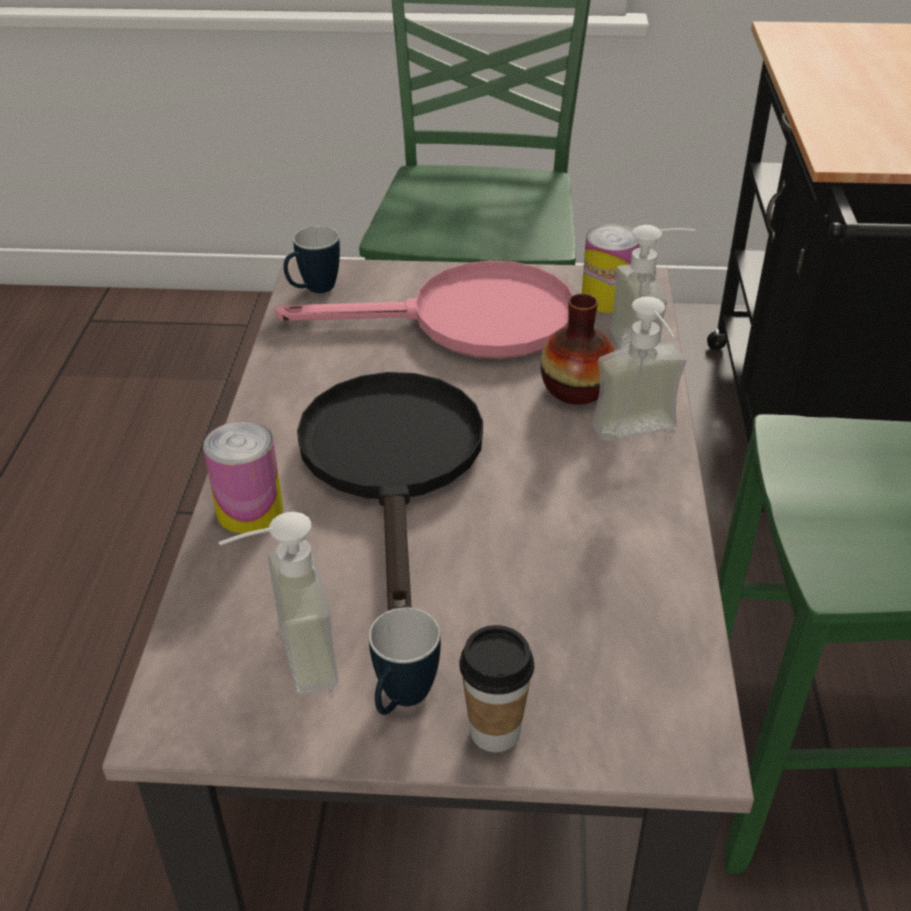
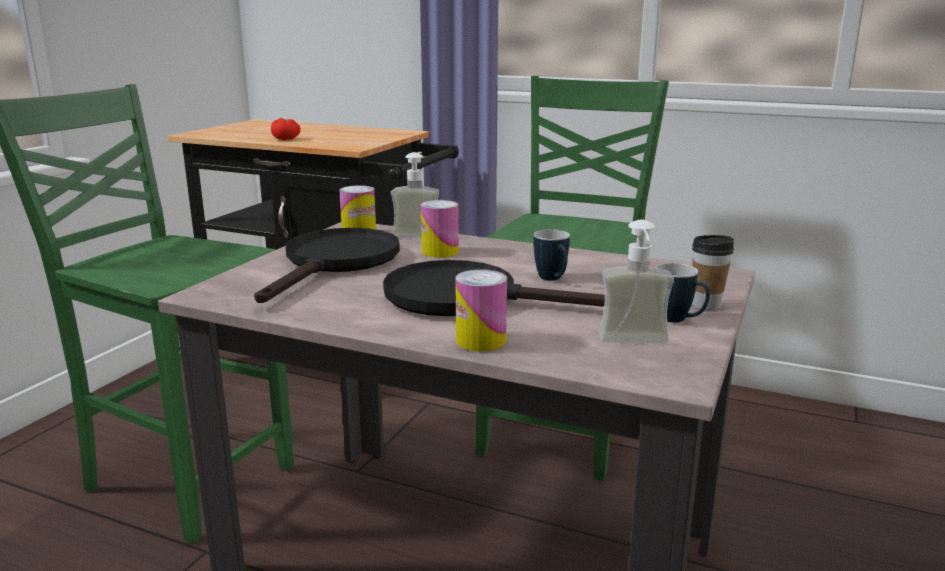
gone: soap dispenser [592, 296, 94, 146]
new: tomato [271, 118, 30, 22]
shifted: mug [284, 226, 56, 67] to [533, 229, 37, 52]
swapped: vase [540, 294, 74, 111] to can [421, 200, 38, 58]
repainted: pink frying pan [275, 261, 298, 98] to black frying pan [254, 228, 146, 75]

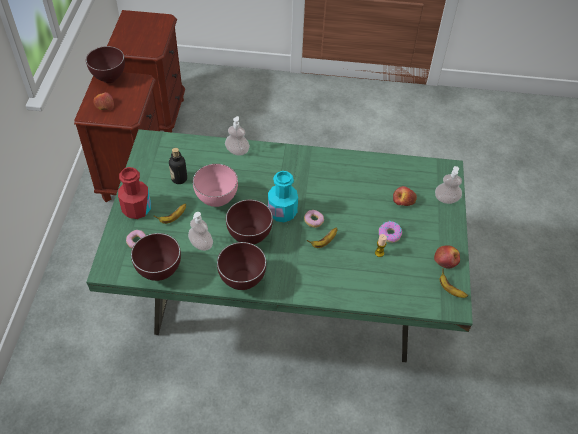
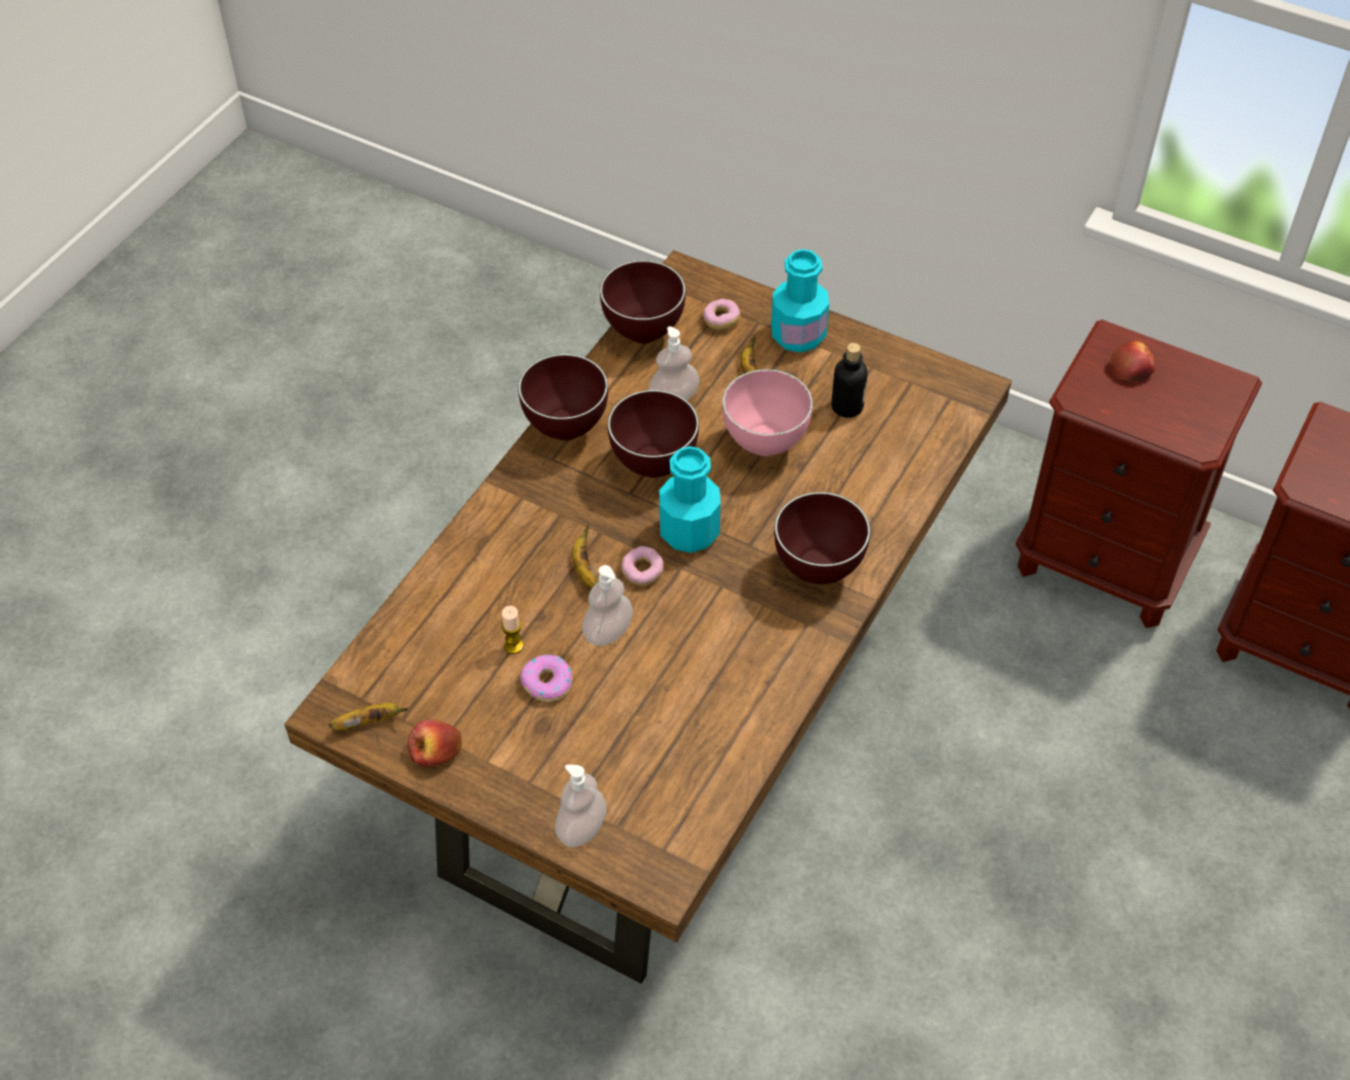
gone: apple [393, 186, 24, 20]
shifted: soap dispenser [225, 116, 25, 39] to [582, 565, 51, 81]; brown bowl [86, 46, 39, 37] to [774, 492, 96, 92]
repainted: green dining table [86, 129, 387, 233] to brown dining table [284, 250, 728, 734]; red bottle [118, 167, 33, 52] to turquoise bottle [771, 249, 58, 104]

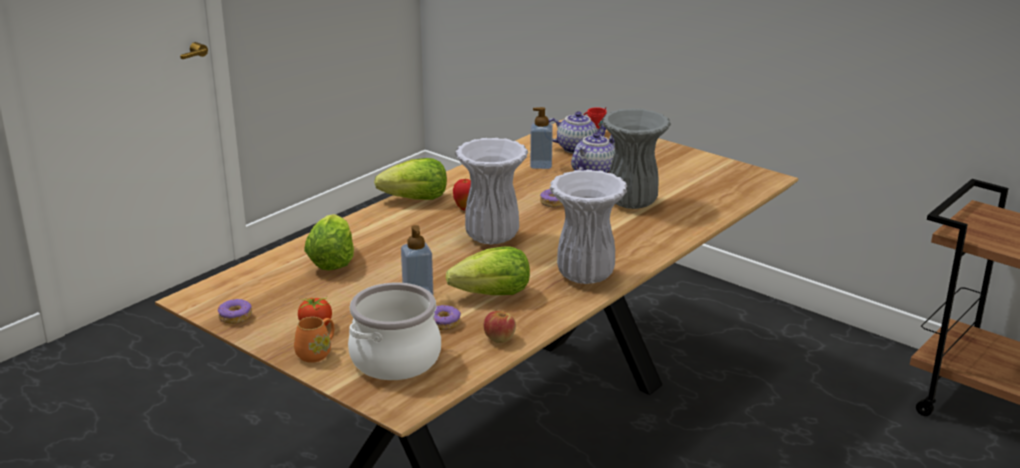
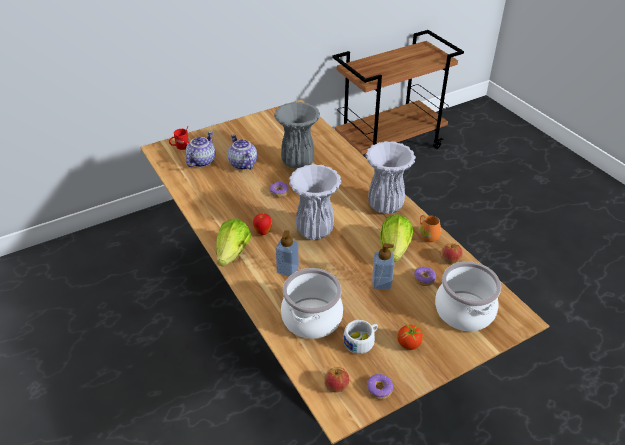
new: apple [324, 367, 25, 25]; white cup [343, 320, 35, 34]
shifted: soap dispenser [530, 107, 23, 62] to [276, 230, 23, 47]; orange mug [294, 317, 40, 46] to [419, 215, 22, 28]
swapped: lettuce [304, 214, 50, 57] to cooking pot [281, 268, 62, 71]

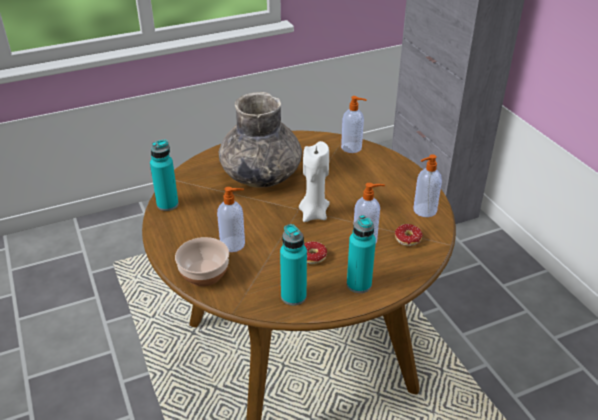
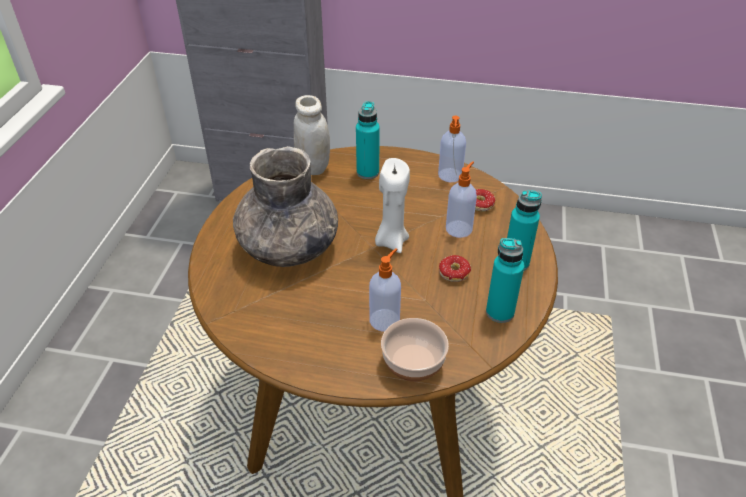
shifted: turquoise bottle [150, 140, 29, 71] to [356, 101, 24, 78]
swapped: soap dispenser [341, 96, 26, 57] to white jar [294, 95, 36, 80]

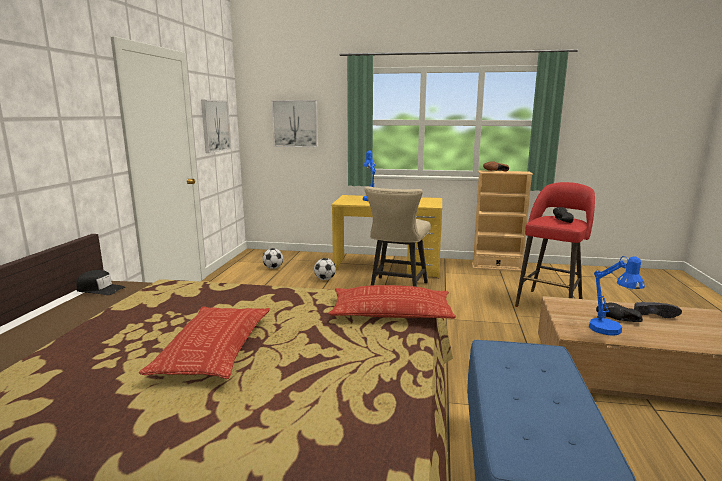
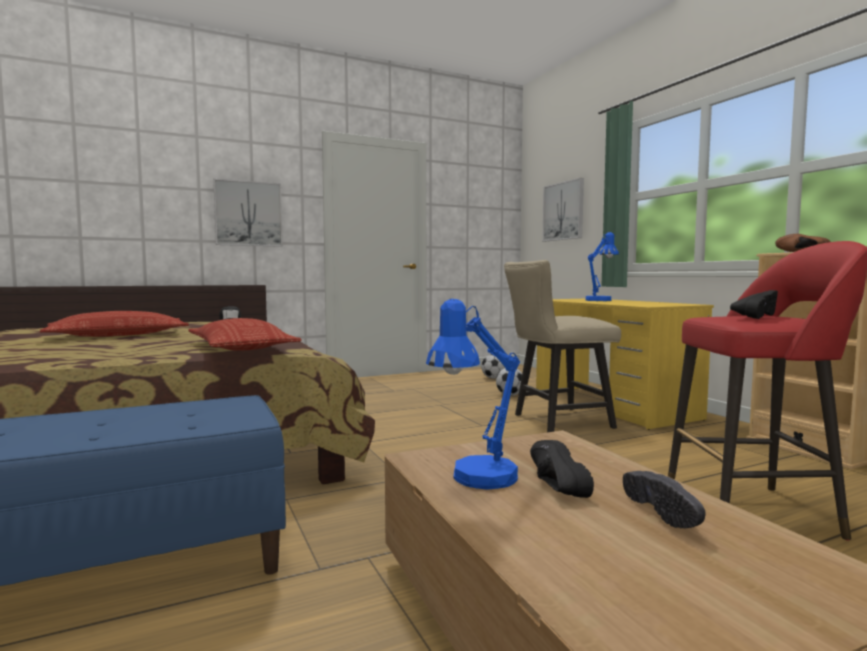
shifted: picture [201, 100, 30, 53] to [213, 179, 70, 68]

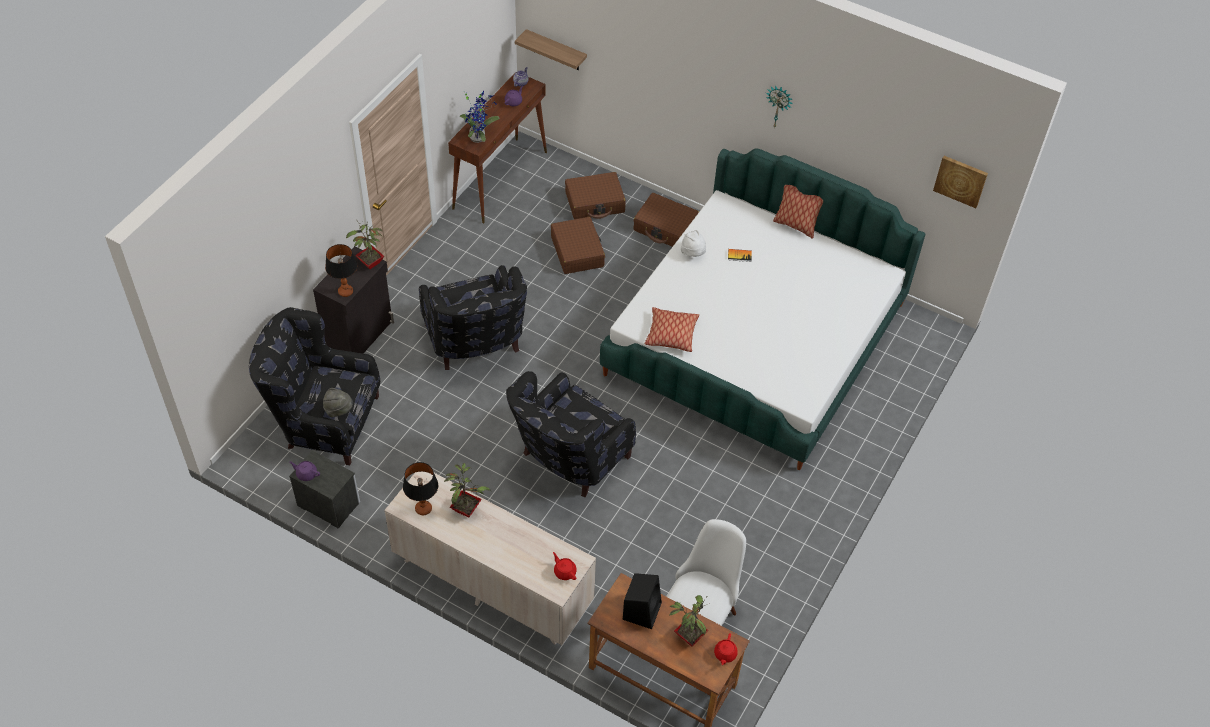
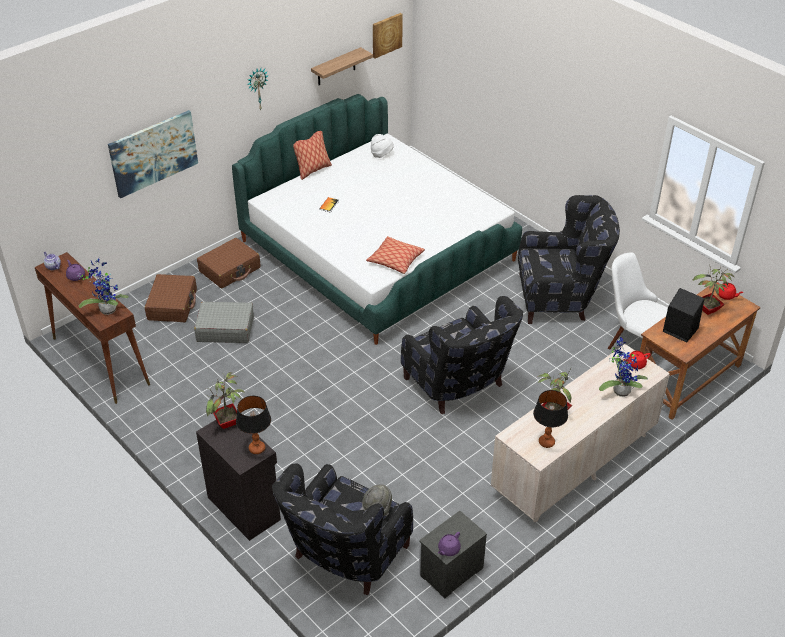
new: picture [108, 110, 90, 88]; potted plant [599, 337, 49, 60]
shifted: shelf [515, 29, 72, 41] to [311, 47, 62, 38]; white hat [681, 230, 25, 27] to [371, 134, 23, 24]; black armchair [419, 265, 108, 105] to [518, 195, 102, 129]
repainted: brown suitcase [551, 217, 54, 57] to grey suitcase [194, 302, 60, 41]

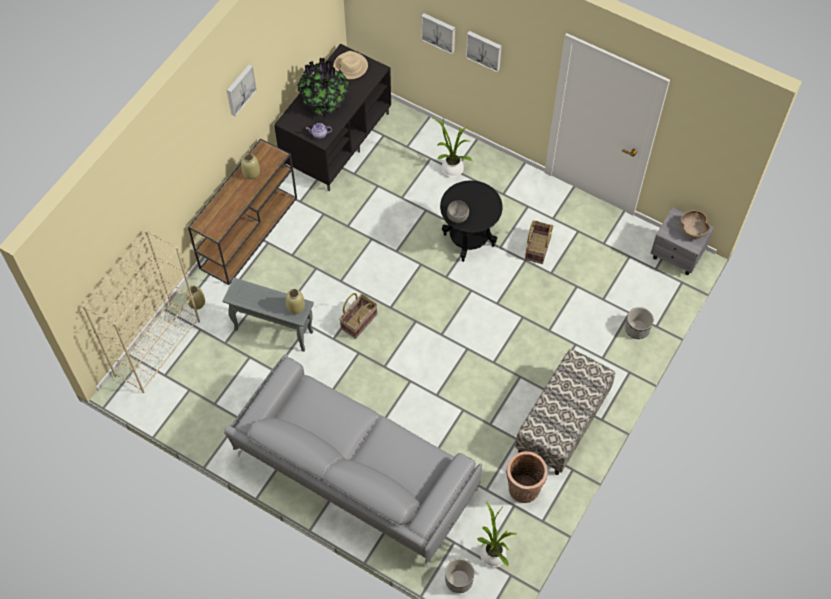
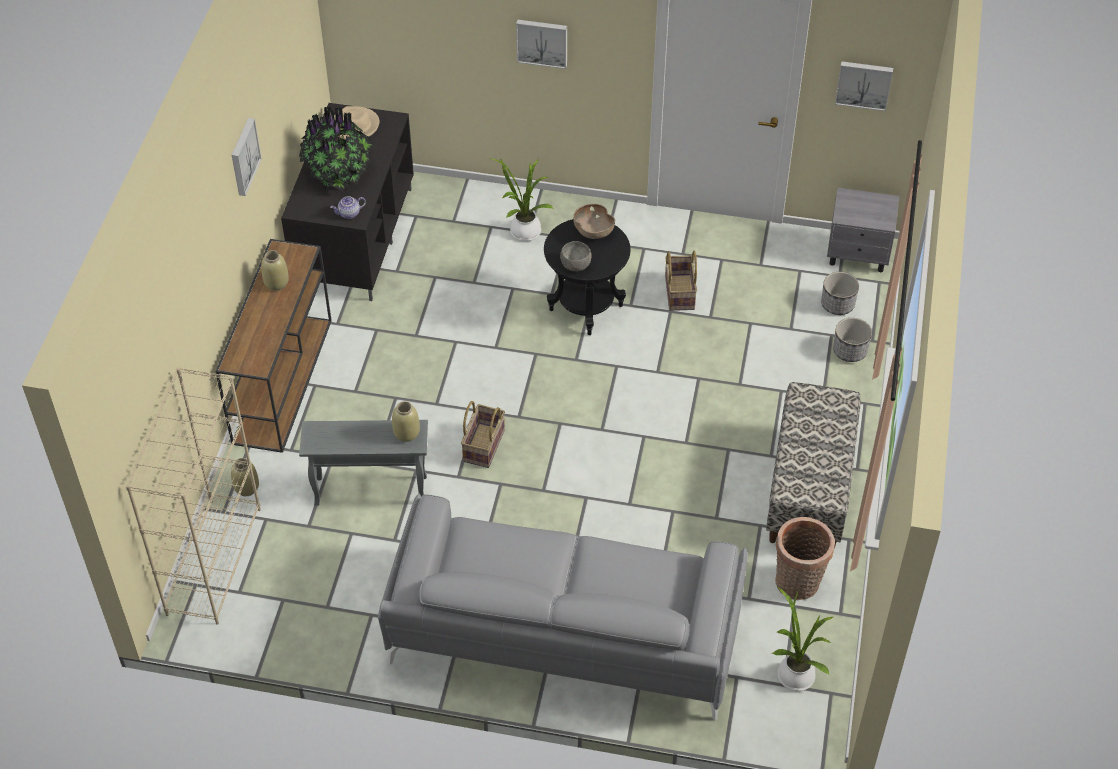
shifted: brown bowl [680, 210, 30, 29] to [573, 204, 42, 35]; planter [445, 559, 29, 34] to [821, 272, 38, 43]; picture [421, 13, 34, 41] to [835, 61, 58, 50]

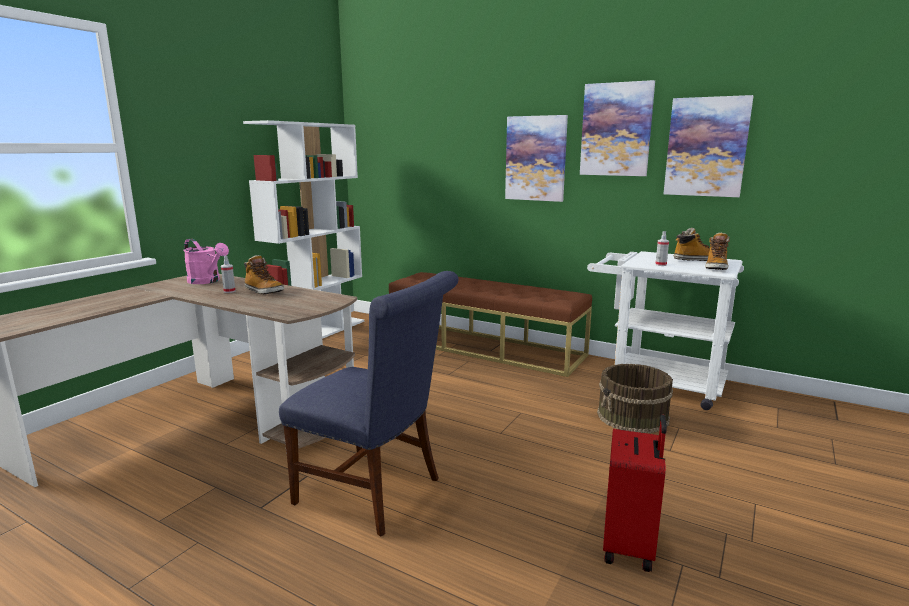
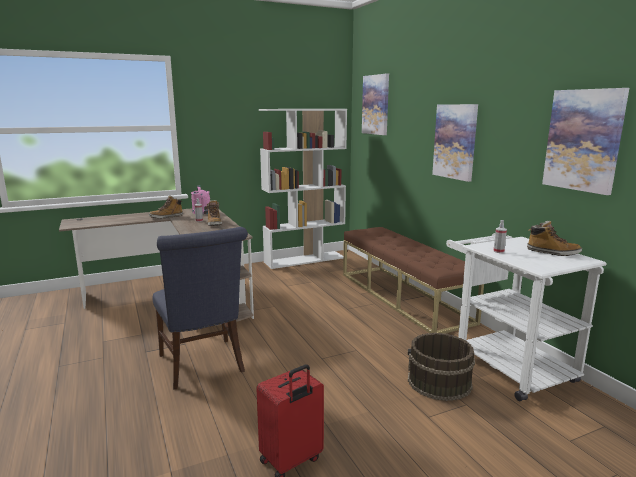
shifted: boot [705, 232, 25, 38] to [149, 195, 34, 24]; picture [580, 80, 75, 96] to [362, 74, 27, 61]

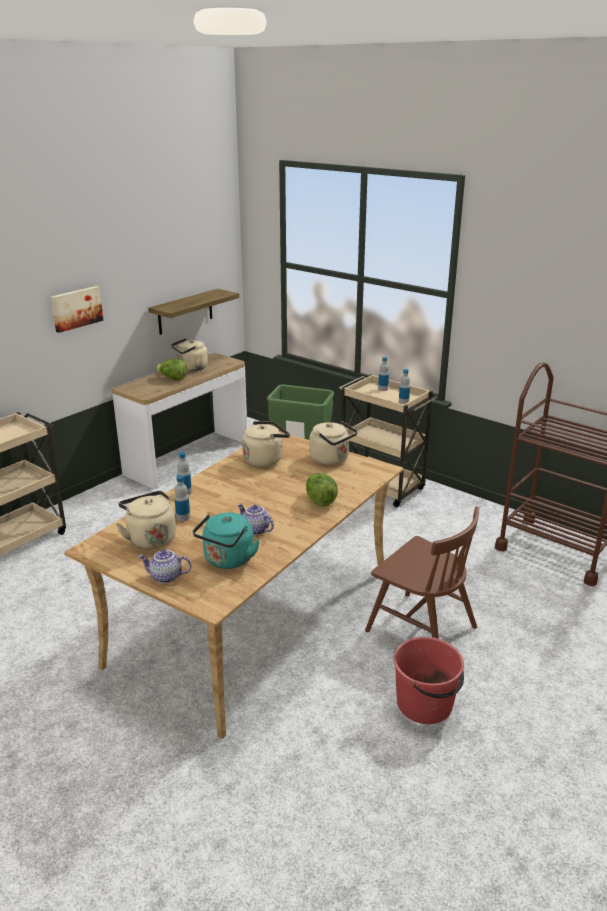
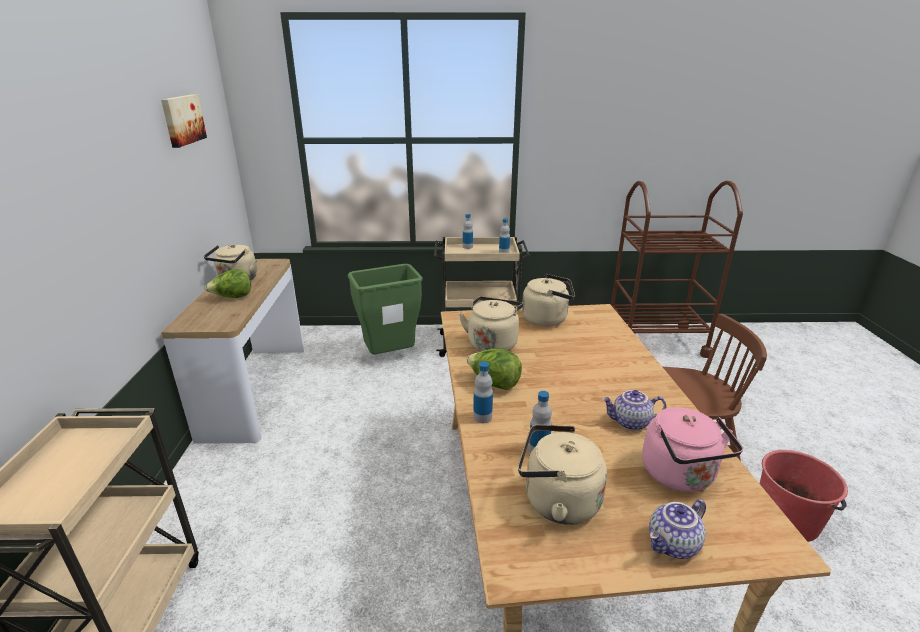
gone: shelf [148, 289, 91, 46]
shifted: picture [51, 286, 53, 47] to [161, 94, 46, 54]; lettuce [306, 473, 32, 33] to [467, 349, 55, 41]
repainted: turquoise kettle [193, 513, 67, 56] to pink kettle [642, 407, 101, 85]

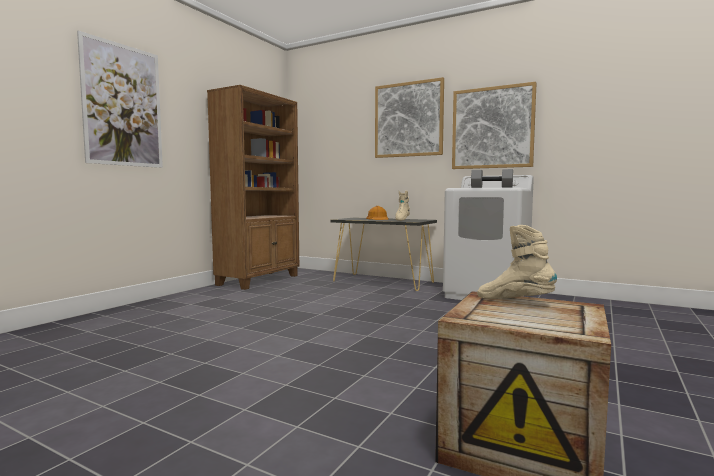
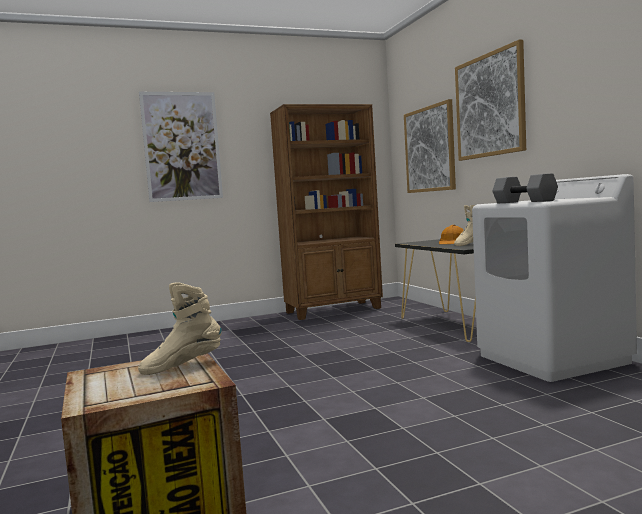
shifted: picture [452, 82, 84, 87] to [404, 99, 52, 94]
rotated: beige boot [477, 225, 80, 74] = [138, 282, 84, 93] 105 degrees counterclockwise

